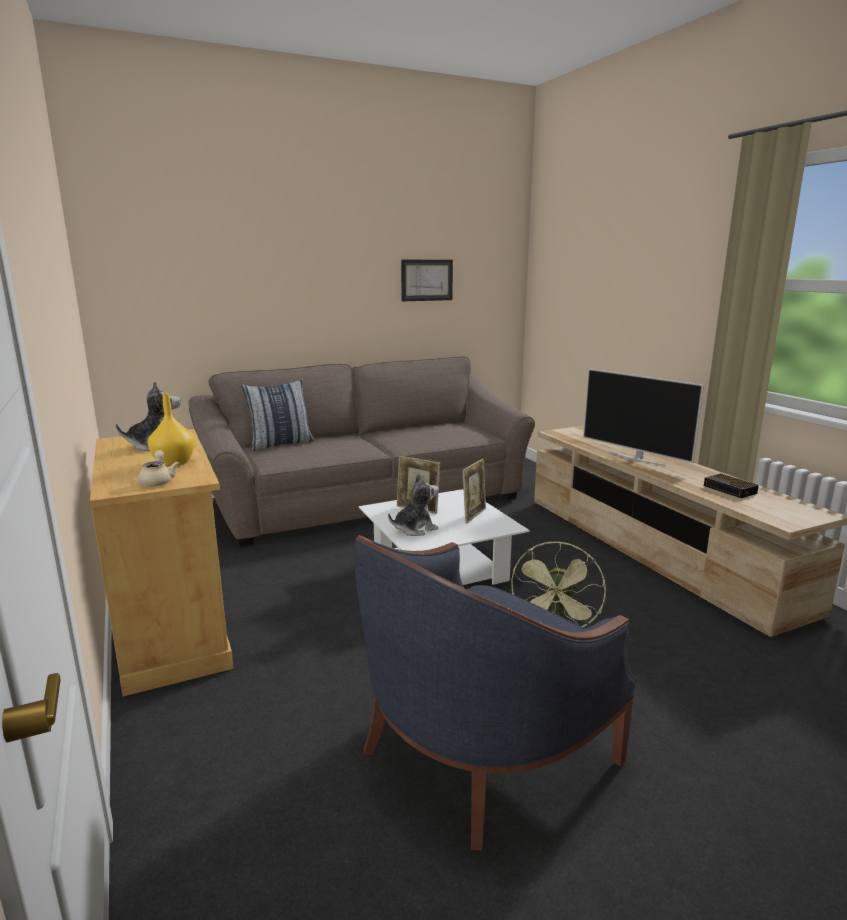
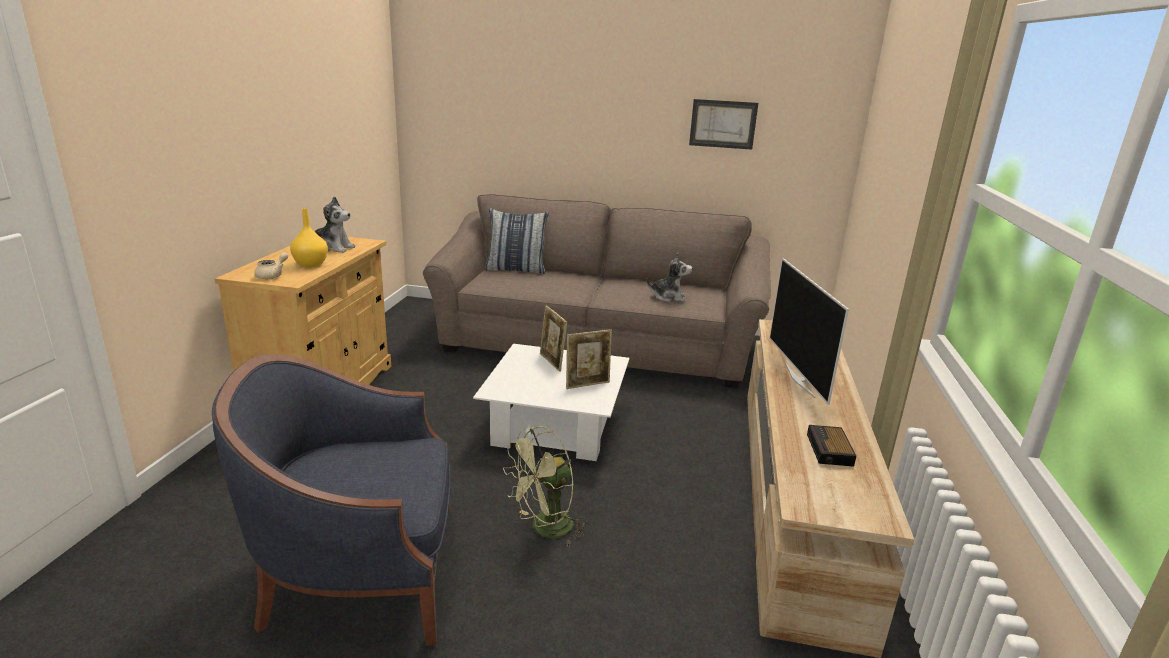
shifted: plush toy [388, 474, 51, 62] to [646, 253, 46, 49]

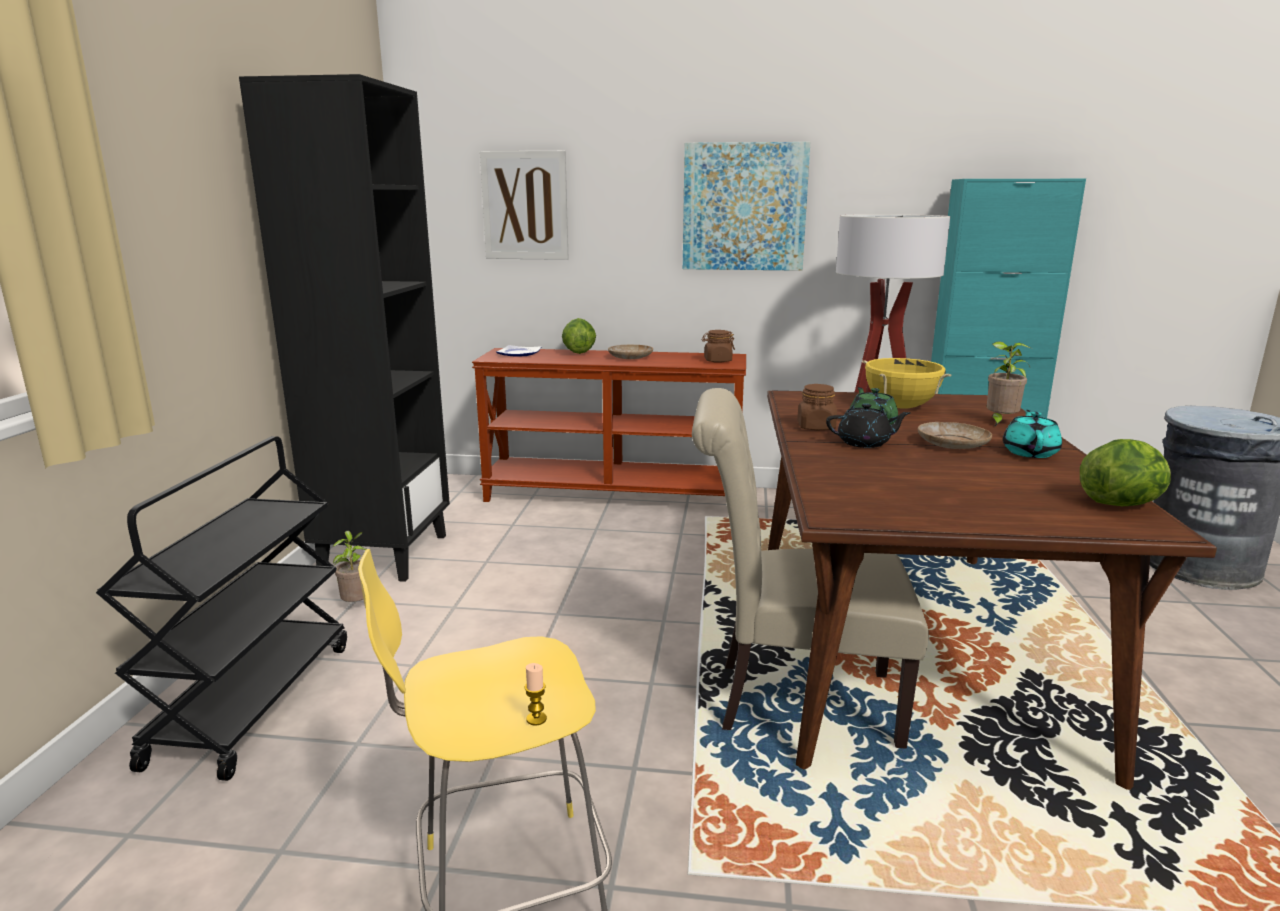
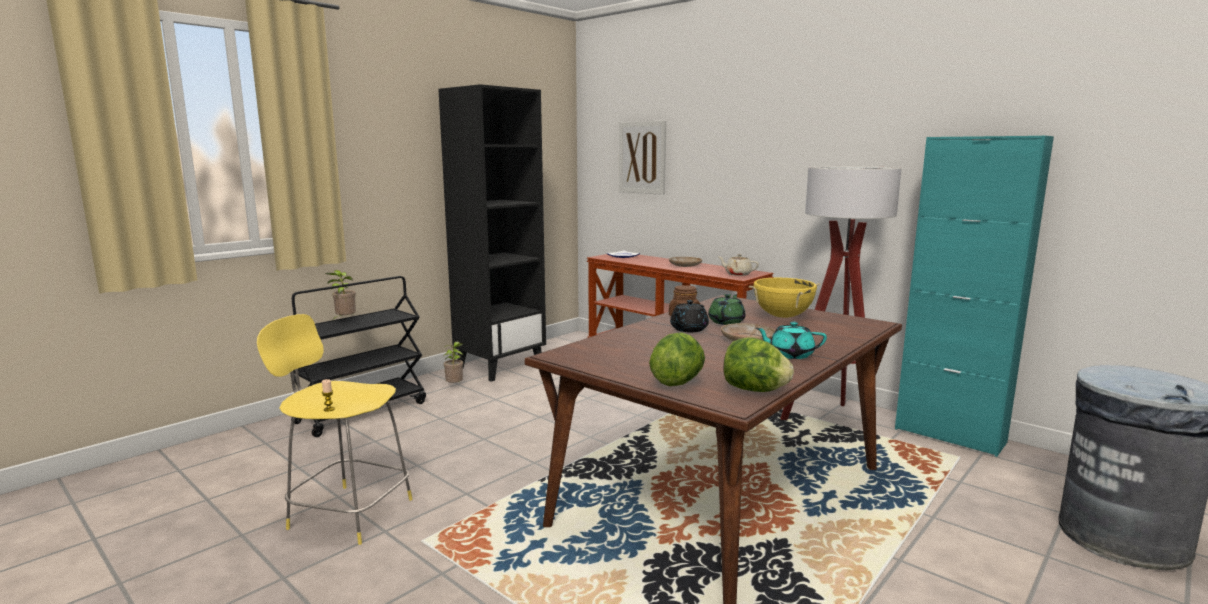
gone: picture [683, 142, 127, 129]; beige chair [692, 388, 237, 361]
shifted: potted plant [987, 341, 43, 86] to [325, 270, 31, 49]; lettuce [562, 318, 34, 36] to [649, 333, 56, 53]
swapped: brown jar [702, 330, 33, 33] to beige teapot [719, 254, 40, 22]
rotated: black teapot [826, 403, 85, 45] = [670, 300, 39, 33] 90 degrees clockwise; turquoise teapot [1003, 410, 59, 48] = [756, 322, 71, 37] 135 degrees counterclockwise

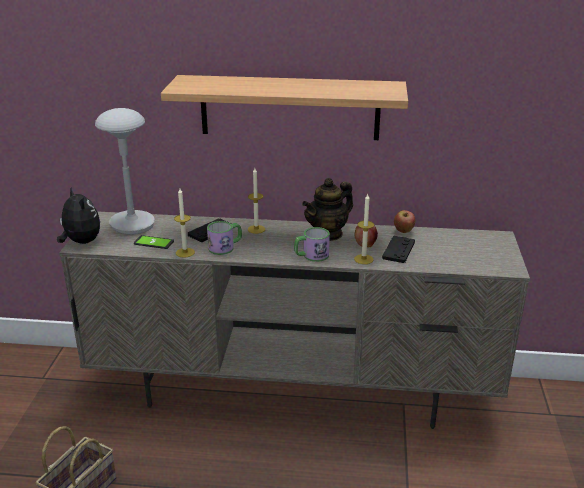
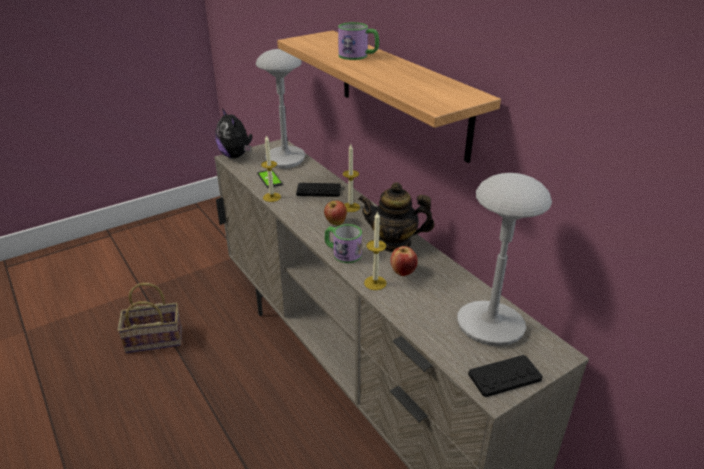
new: grey table lamp [457, 173, 95, 173]
shifted: apple [394, 210, 21, 23] to [324, 201, 23, 24]; mug [207, 221, 35, 34] to [338, 22, 41, 38]; black game controller [382, 236, 33, 27] to [468, 355, 75, 42]
rotated: plush toy [57, 187, 43, 57] = [215, 108, 37, 50] 135 degrees clockwise

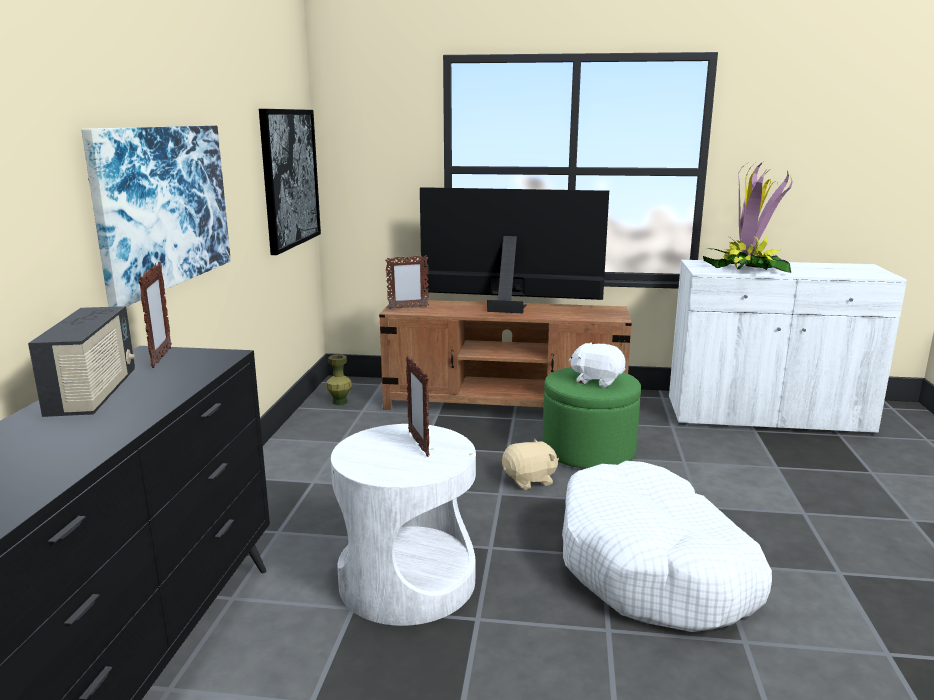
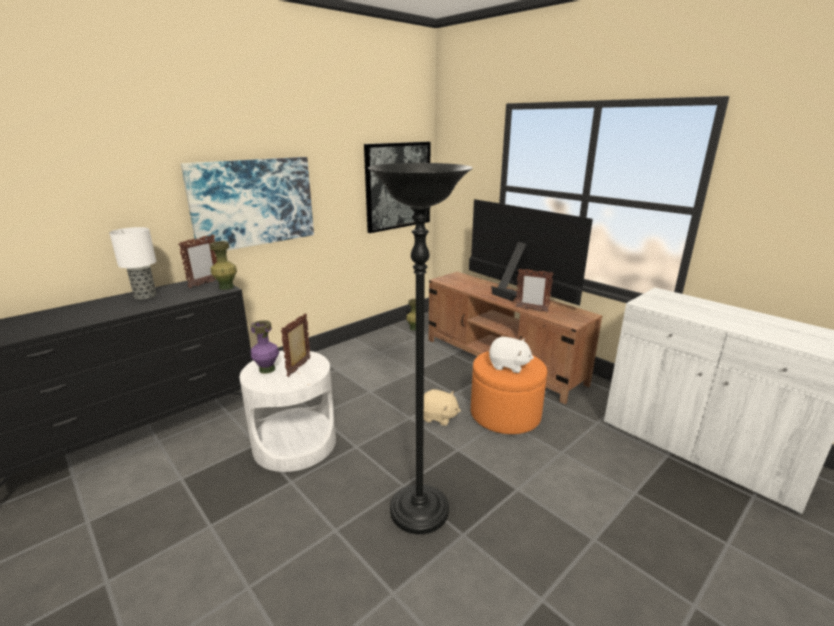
gone: potted plant [703, 162, 90, 111]
new: green vase [210, 241, 27, 49]; purple vase [251, 320, 28, 54]
shifted: picture frame [385, 255, 44, 54] to [516, 268, 37, 44]
swapped: radio [28, 306, 107, 111] to table lamp [109, 227, 48, 72]; white dog bed [562, 461, 210, 171] to black floor lamp [368, 163, 105, 371]
repainted: green ottoman [542, 367, 99, 102] to orange ottoman [471, 351, 76, 83]
rotated: white plush toy [569, 342, 56, 45] = [489, 337, 45, 36] 135 degrees clockwise

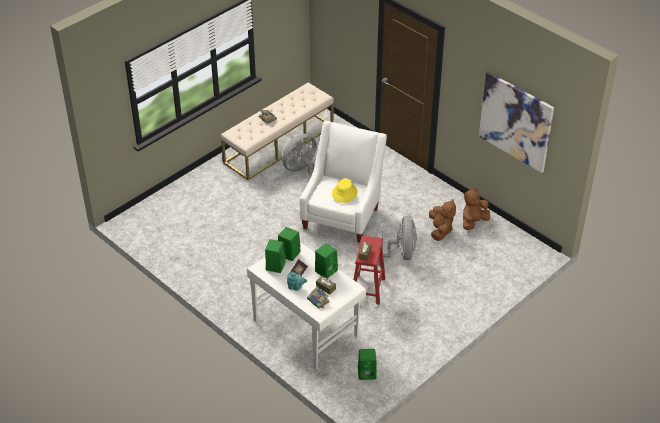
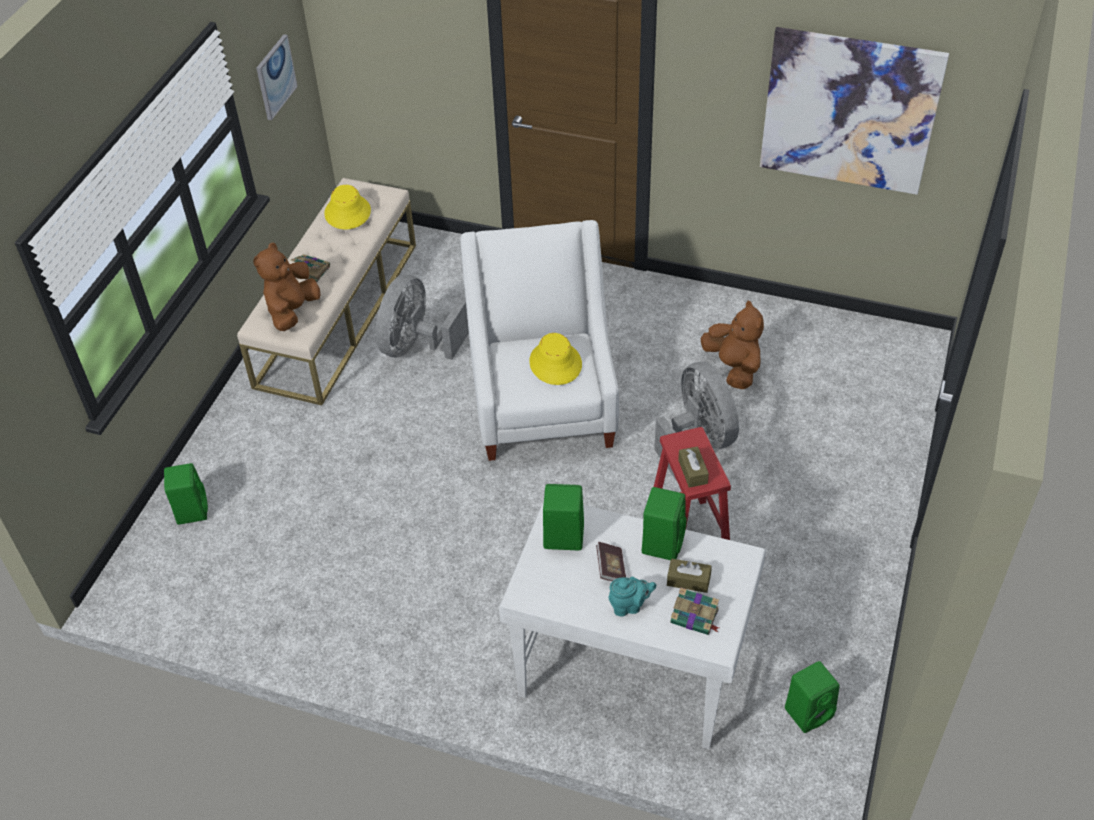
new: picture [256, 34, 42, 86]; yellow hat [324, 185, 47, 45]
shifted: green speaker [265, 239, 21, 34] to [164, 463, 44, 62]; brown plush toy [463, 188, 27, 42] to [253, 242, 68, 89]

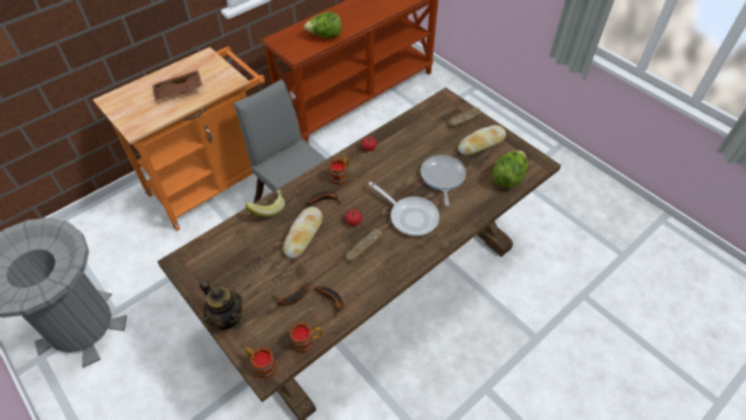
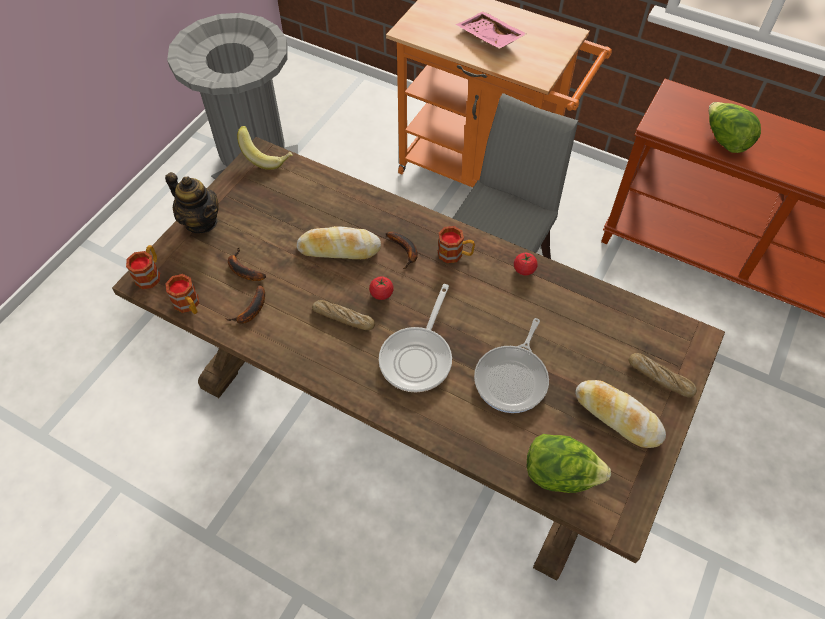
shifted: banana [245, 190, 40, 27] to [237, 126, 56, 44]
repainted: brown tray [152, 70, 50, 31] to pink tray [456, 11, 70, 38]
rotated: teapot [199, 280, 44, 50] = [165, 172, 54, 61] 75 degrees counterclockwise; frying pan [421, 155, 45, 51] = [474, 318, 75, 95] 135 degrees clockwise

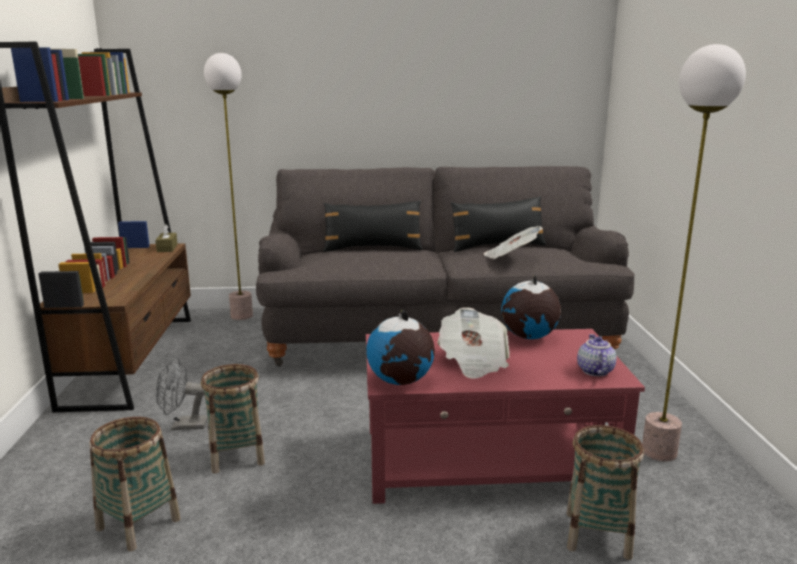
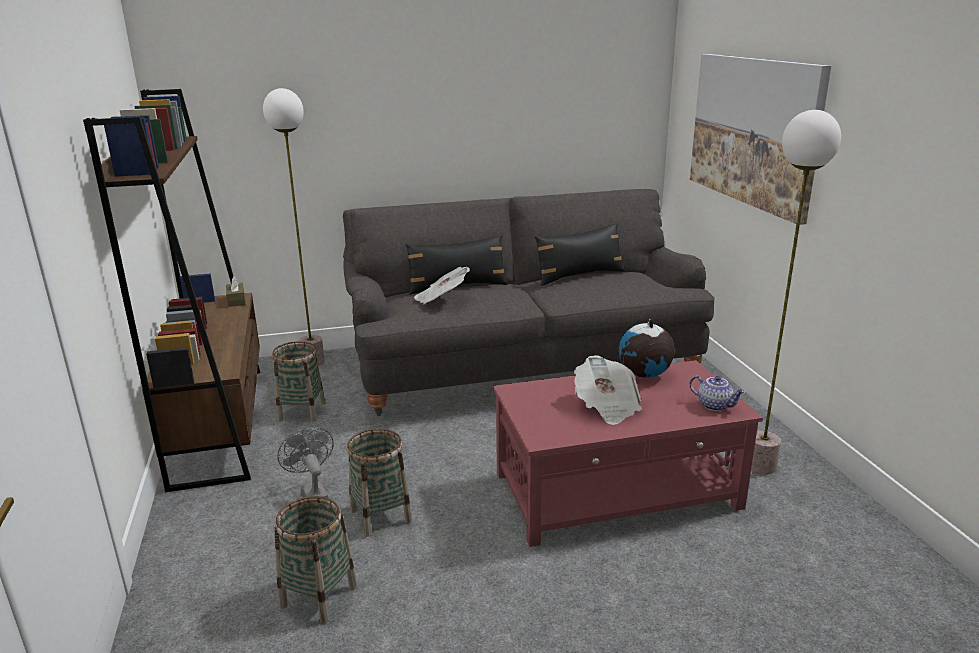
gone: globe [366, 310, 69, 75]
new: picture [690, 54, 141, 171]
shifted: basket [566, 425, 78, 135] to [272, 341, 53, 80]; newspaper [483, 226, 60, 33] to [414, 267, 56, 38]
rotated: grey fan [156, 358, 52, 72] = [277, 427, 57, 71] 75 degrees clockwise; teapot [577, 334, 40, 42] = [689, 376, 56, 35] 135 degrees clockwise

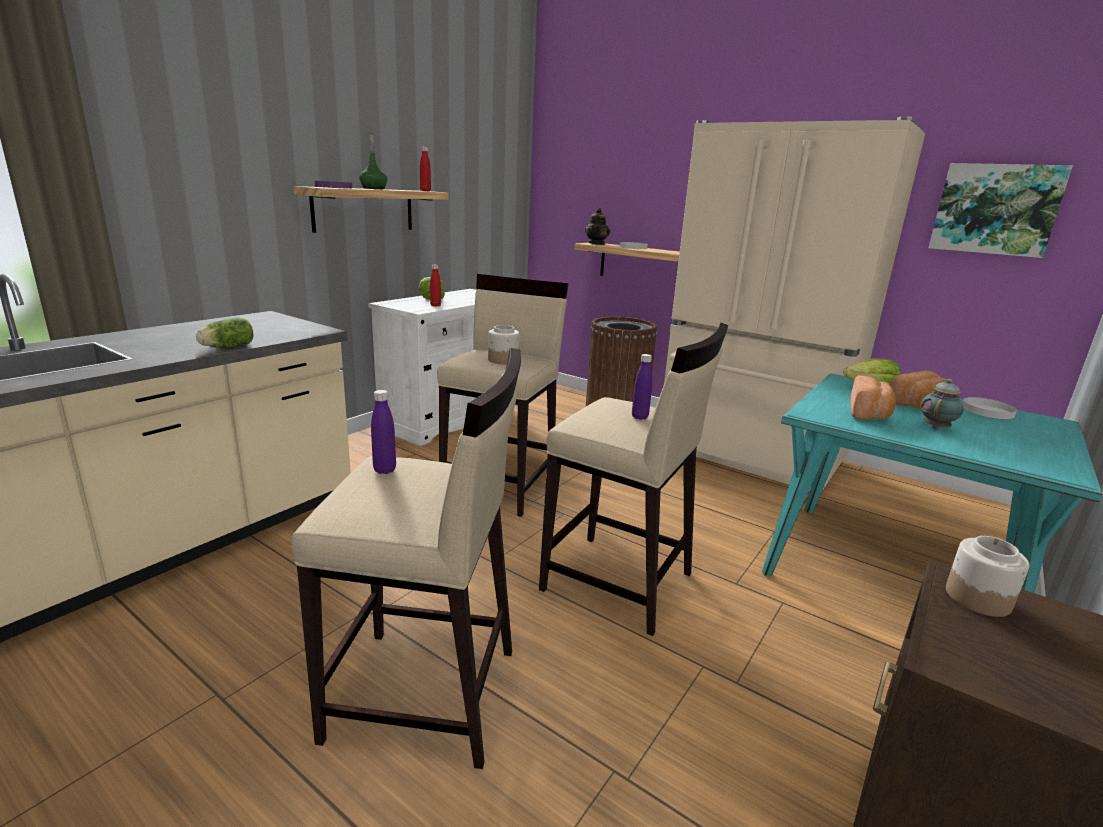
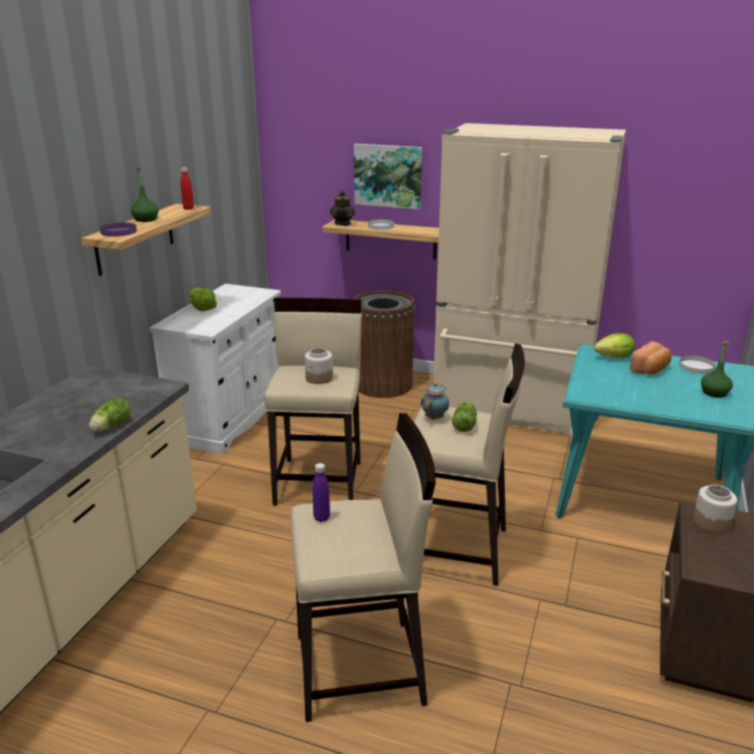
gone: red bottle [430, 265, 11, 42]; bread [850, 375, 46, 45]
new: green bottle [701, 341, 32, 57]
shifted: picture [928, 163, 145, 95] to [354, 144, 68, 65]; teapot [920, 379, 44, 50] to [421, 382, 28, 38]
swapped: purple bottle [632, 354, 20, 66] to lettuce [452, 402, 25, 30]

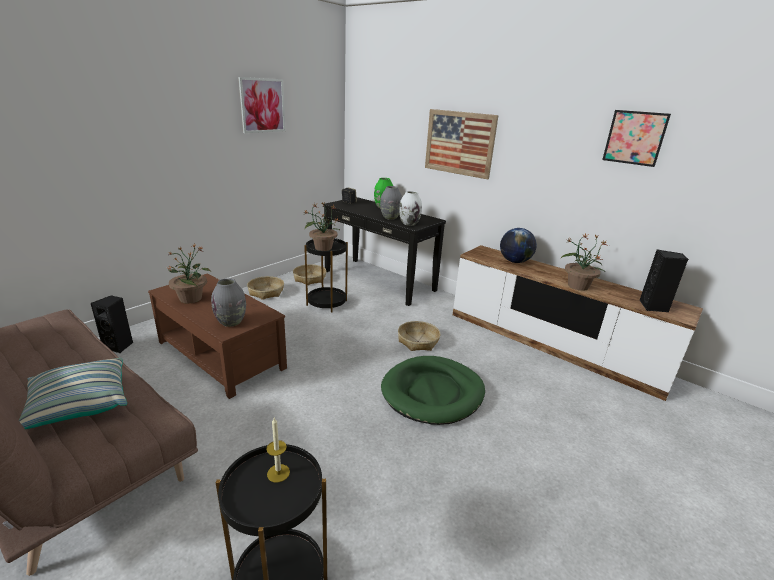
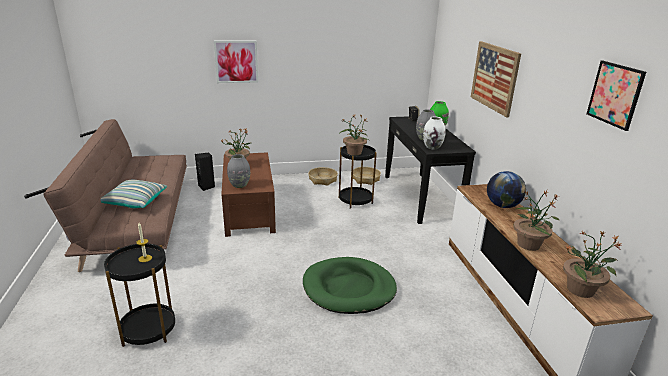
gone: basket [398, 321, 42, 30]
shifted: picture [238, 77, 47, 56] to [214, 41, 44, 42]
swapped: black speaker [639, 250, 49, 62] to potted plant [563, 231, 59, 67]

